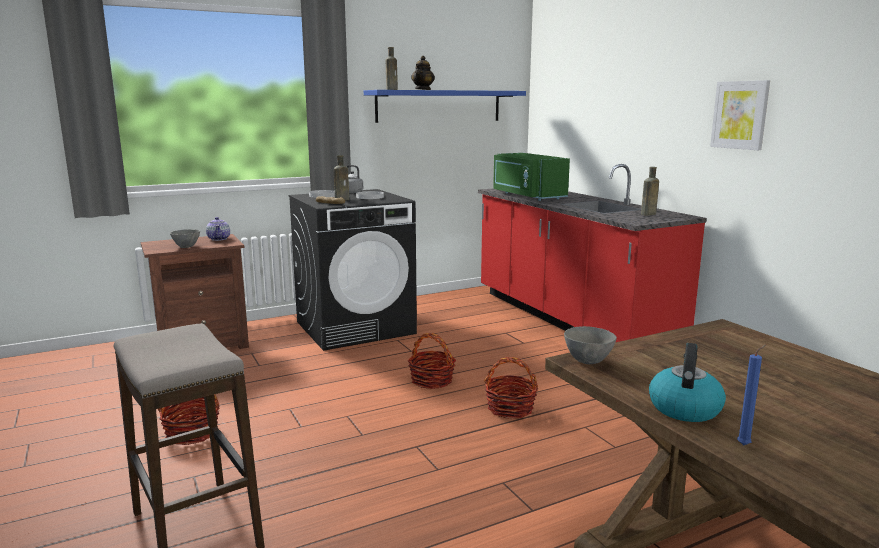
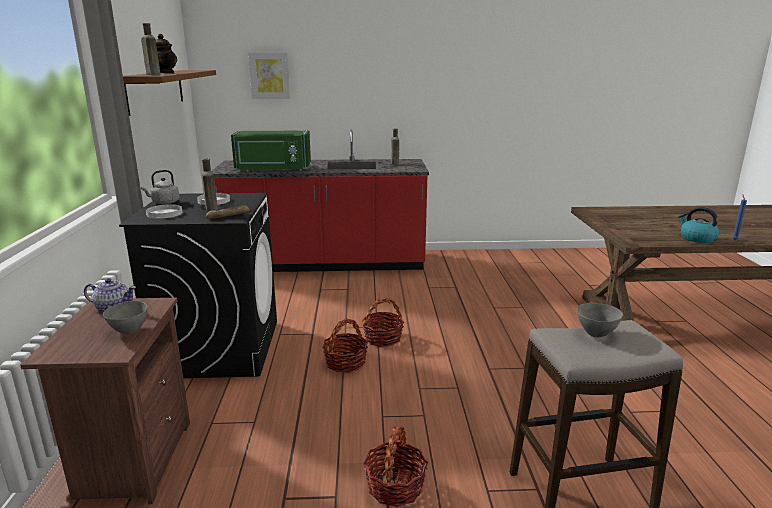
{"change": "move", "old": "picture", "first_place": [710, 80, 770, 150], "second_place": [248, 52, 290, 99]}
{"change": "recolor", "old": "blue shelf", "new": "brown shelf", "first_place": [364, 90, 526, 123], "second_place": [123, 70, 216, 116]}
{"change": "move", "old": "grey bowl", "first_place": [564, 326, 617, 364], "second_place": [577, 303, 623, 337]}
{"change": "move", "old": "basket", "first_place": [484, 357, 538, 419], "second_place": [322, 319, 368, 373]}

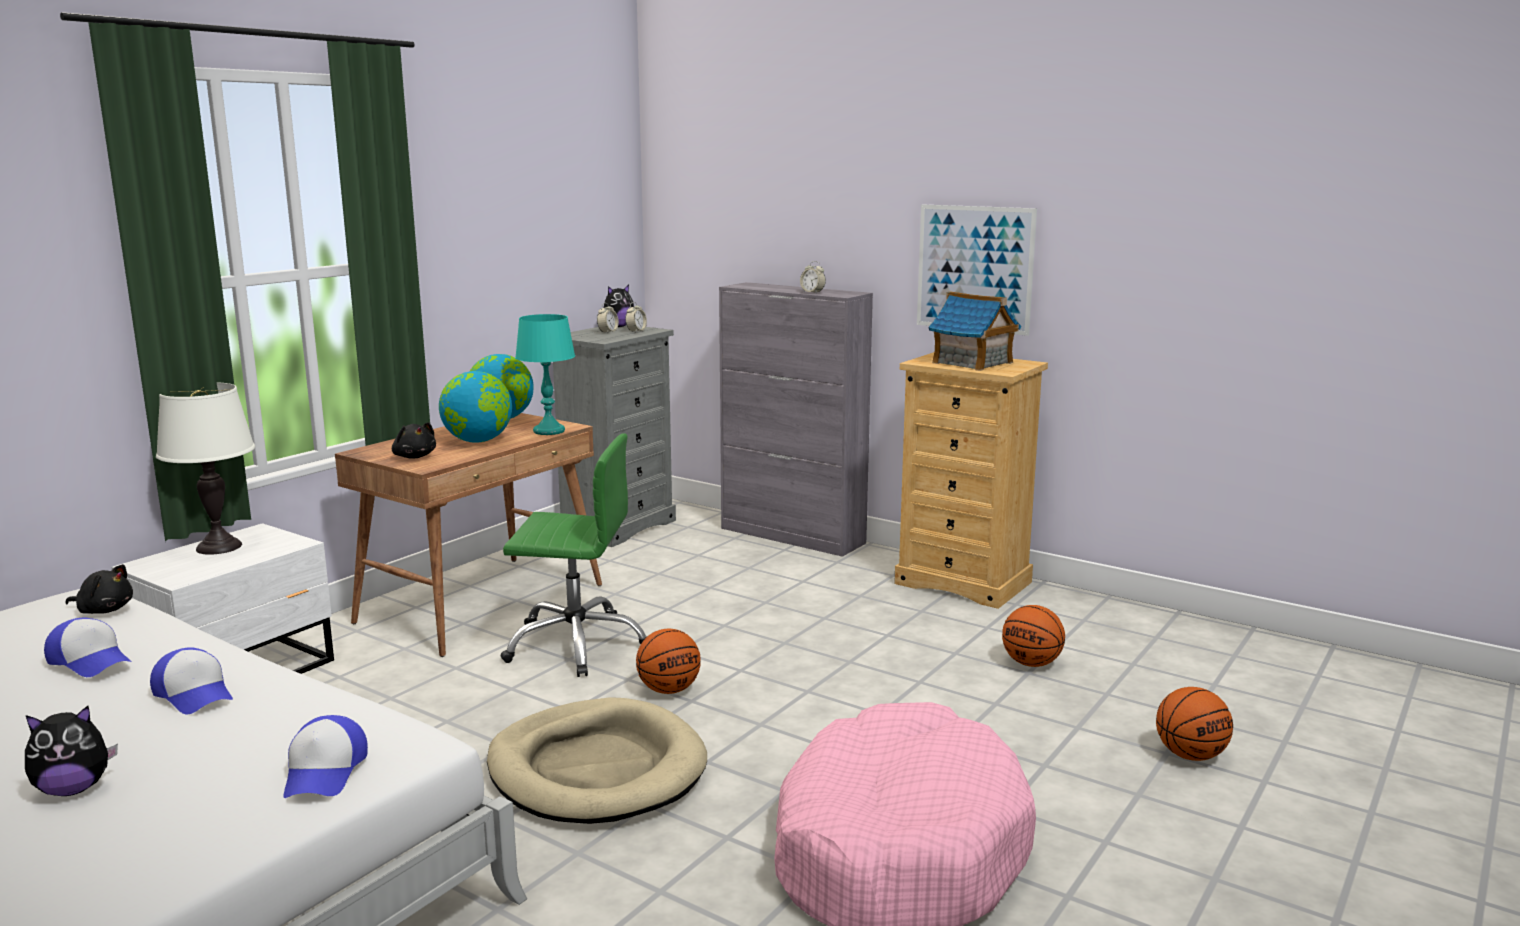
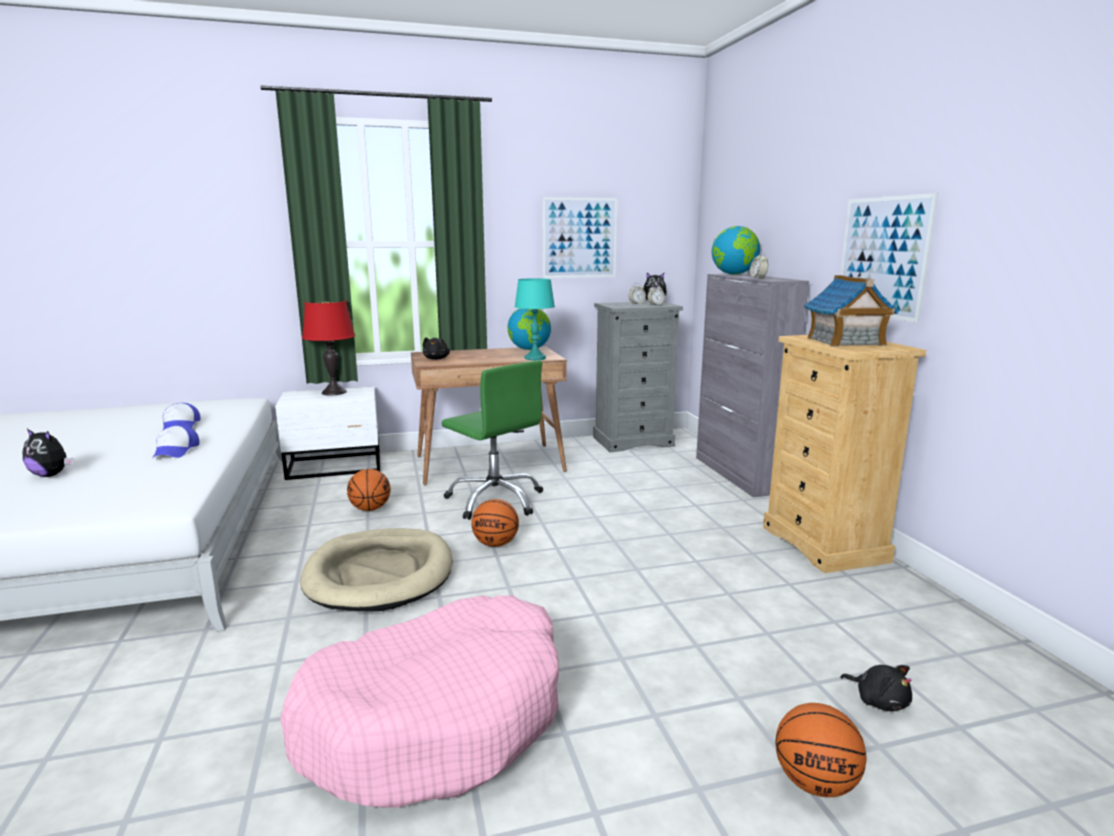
{"change": "move", "old": "globe", "first_place": [439, 371, 512, 443], "second_place": [712, 226, 760, 274]}
{"change": "recolor", "old": "white table lamp", "new": "red table lamp", "first_place": [156, 383, 255, 555], "second_place": [302, 300, 355, 395]}
{"change": "move", "old": "black plush toy", "first_place": [66, 564, 133, 614], "second_place": [840, 665, 912, 711]}
{"change": "move", "old": "basketball", "first_place": [1002, 605, 1065, 667], "second_place": [347, 469, 390, 511]}
{"change": "delete", "old": "cap", "first_place": [283, 715, 368, 798]}
{"change": "insert", "new": "picture", "second_place": [542, 197, 617, 278]}

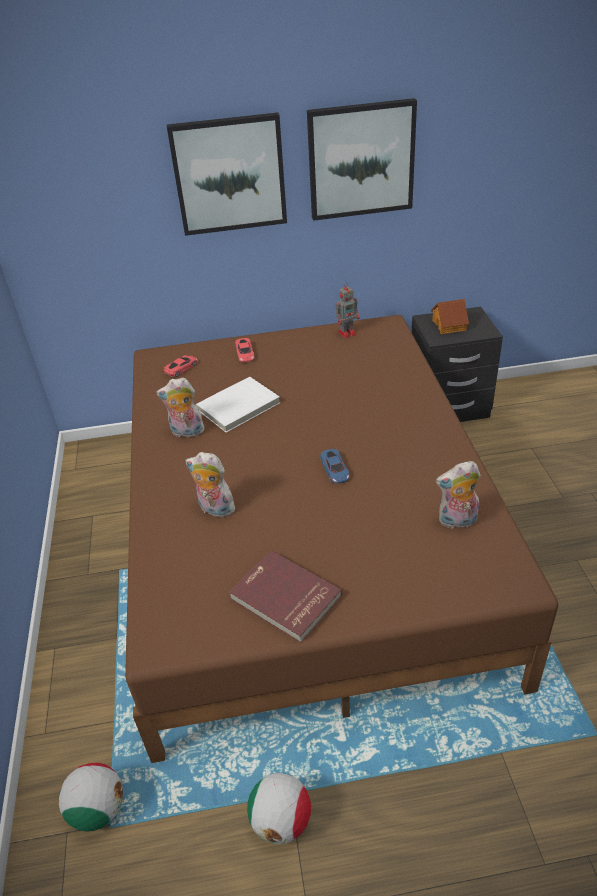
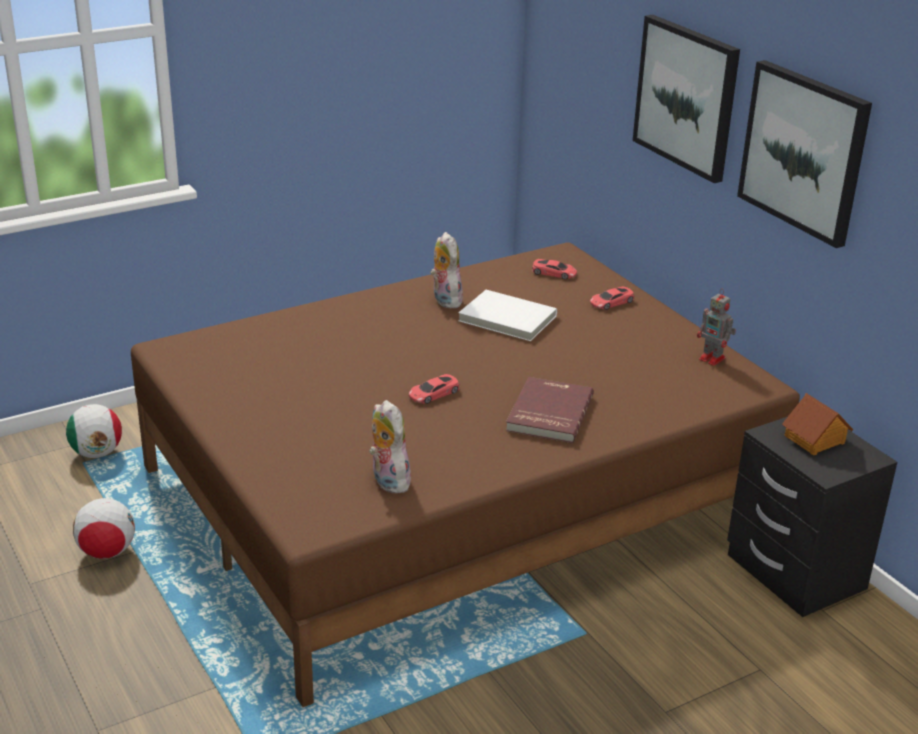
{"change": "recolor", "old": "blue toy car", "new": "red toy car", "first_place": [320, 449, 350, 484], "second_place": [409, 374, 459, 404]}
{"change": "delete", "old": "plush toy", "first_place": [185, 452, 238, 517]}
{"change": "move", "old": "red book", "first_place": [229, 550, 343, 643], "second_place": [506, 377, 594, 443]}

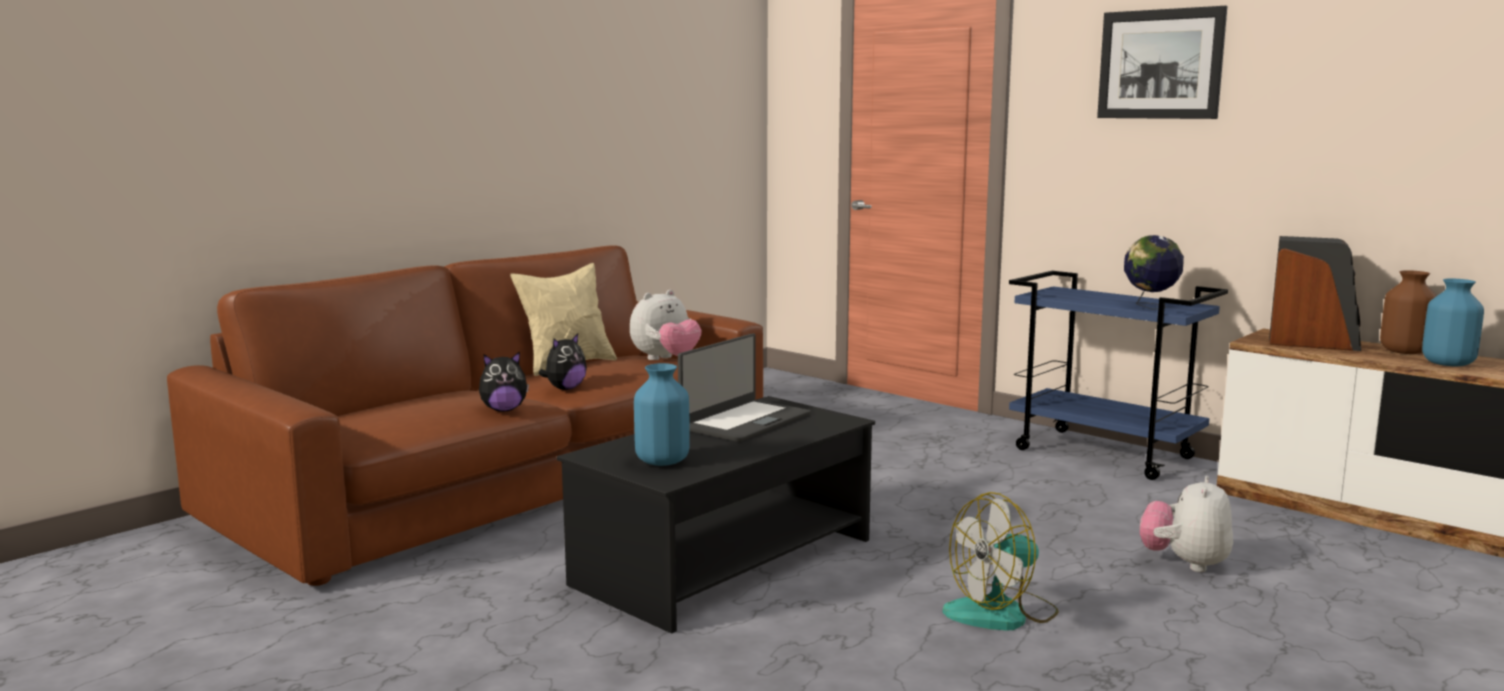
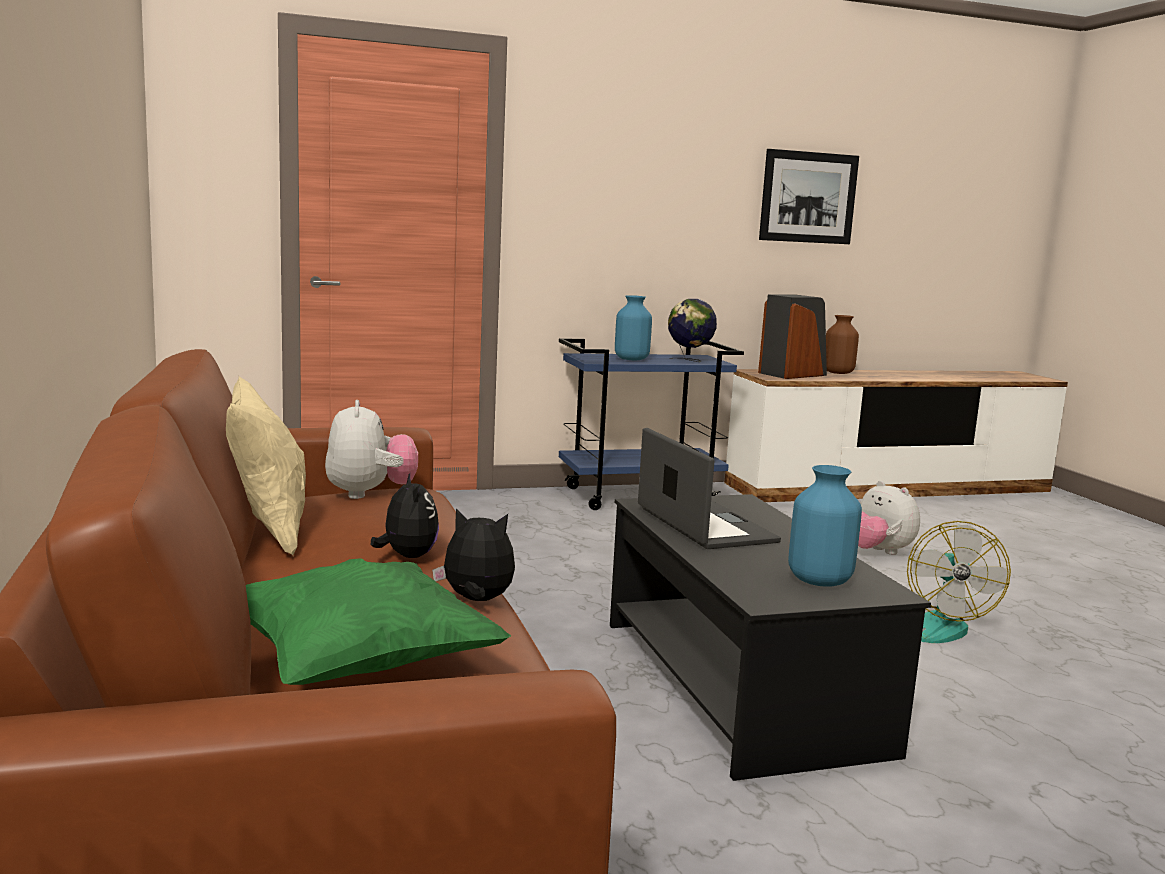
{"change": "move", "old": "picture", "first_place": [1097, 6, 1227, 119], "second_place": [759, 149, 859, 244]}
{"change": "move", "old": "blue vase", "first_place": [1422, 279, 1484, 366], "second_place": [615, 295, 652, 360]}
{"change": "rotate", "old": "plush toy", "first_place": [479, 351, 529, 412], "second_place": [432, 508, 515, 601], "degrees": -90}
{"change": "insert", "new": "green pillow", "second_place": [246, 558, 511, 685]}

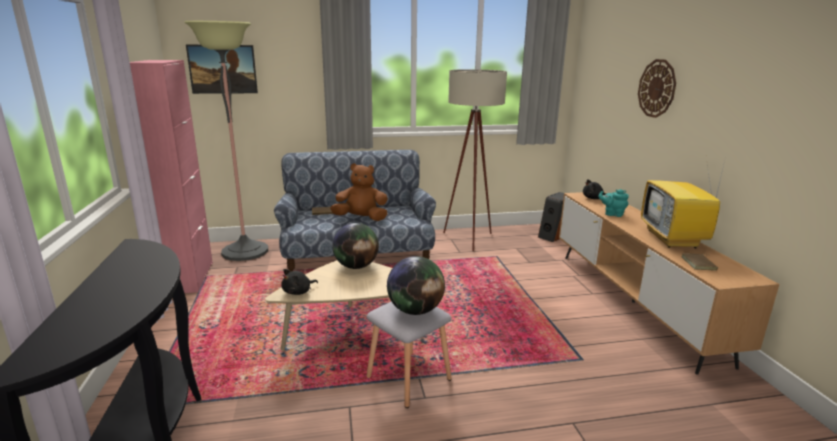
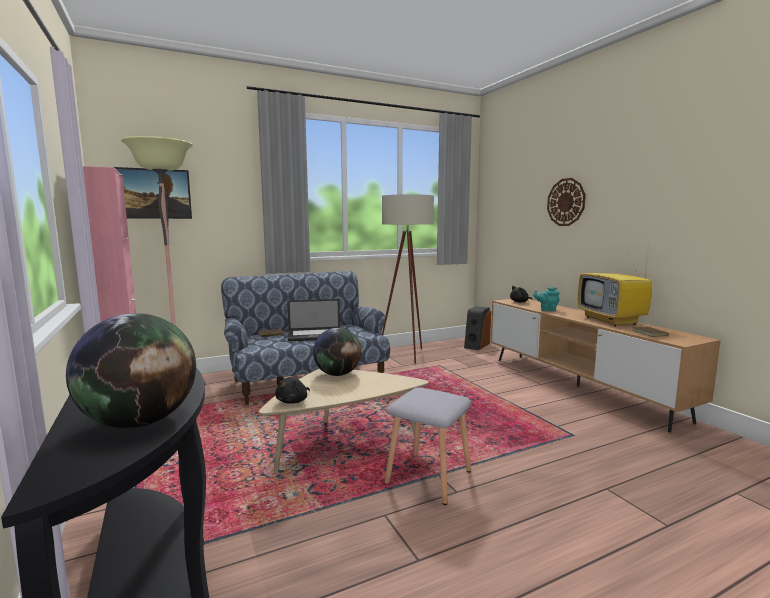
{"change": "replace", "old": "brown plush toy", "new": "laptop", "first_place": [330, 163, 388, 221], "second_place": [287, 299, 340, 341]}
{"change": "move", "old": "globe", "first_place": [387, 256, 445, 315], "second_place": [66, 313, 196, 428]}

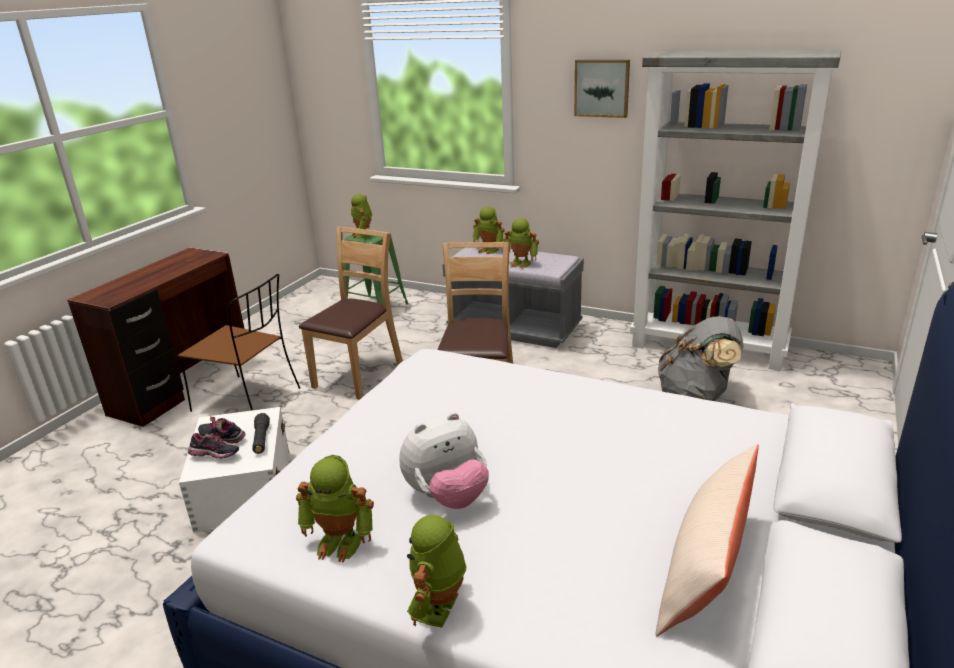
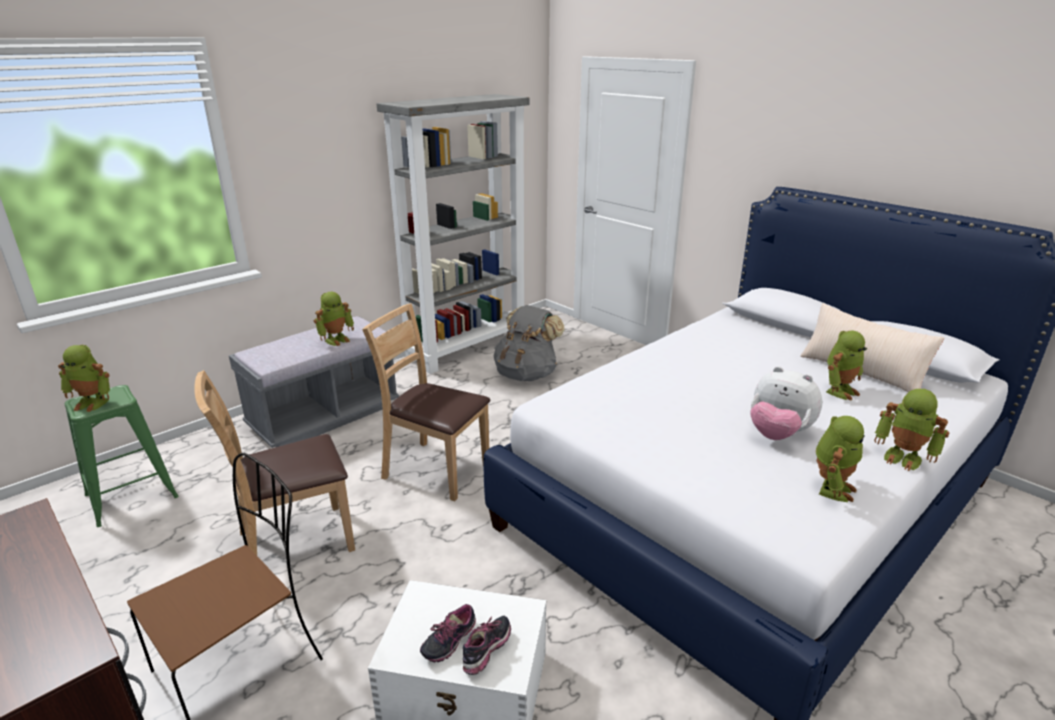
{"change": "delete", "old": "picture", "first_place": [574, 60, 630, 118]}
{"change": "move", "old": "toy robot", "first_place": [472, 207, 505, 254], "second_place": [826, 331, 867, 400]}
{"change": "rotate", "old": "brown chair", "first_place": [299, 227, 403, 400], "second_place": [194, 370, 355, 555], "degrees": -75}
{"change": "rotate", "old": "plush toy", "first_place": [399, 412, 489, 509], "second_place": [750, 366, 822, 440], "degrees": 135}
{"change": "delete", "old": "black flashlight", "first_place": [252, 413, 270, 454]}

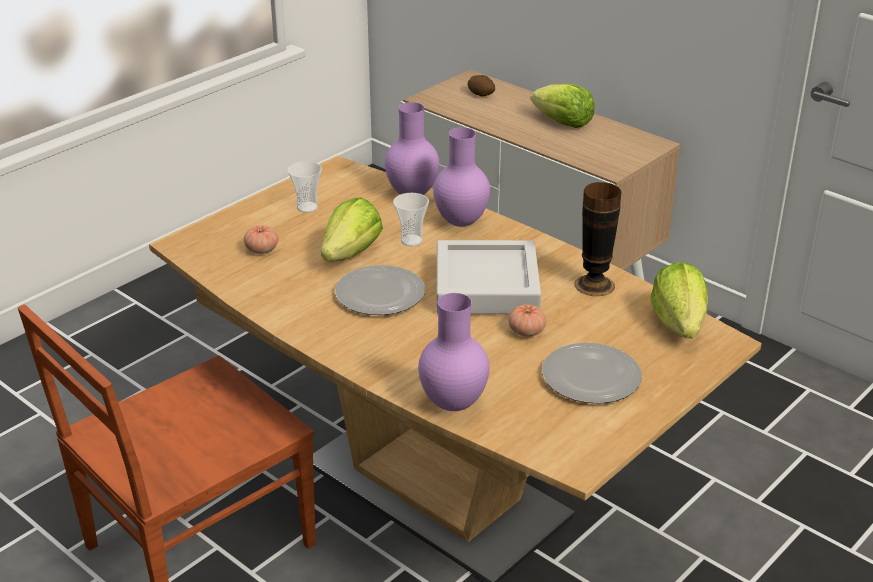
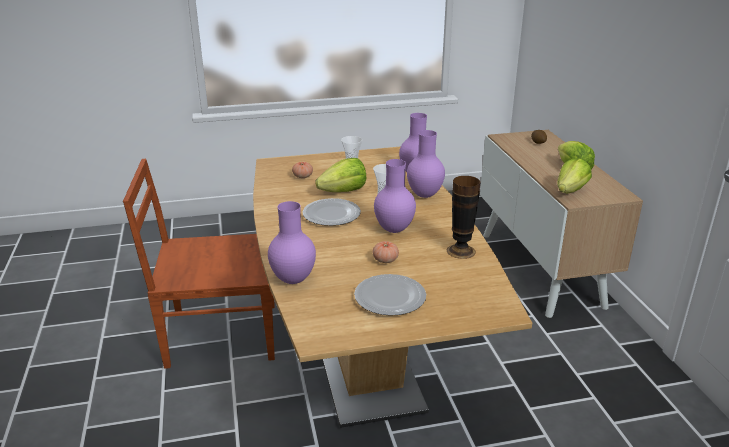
{"change": "replace", "old": "grey tray", "new": "purple vase", "first_place": [437, 240, 541, 314], "second_place": [374, 159, 416, 233]}
{"change": "move", "old": "lettuce", "first_place": [650, 262, 708, 338], "second_place": [557, 158, 592, 193]}

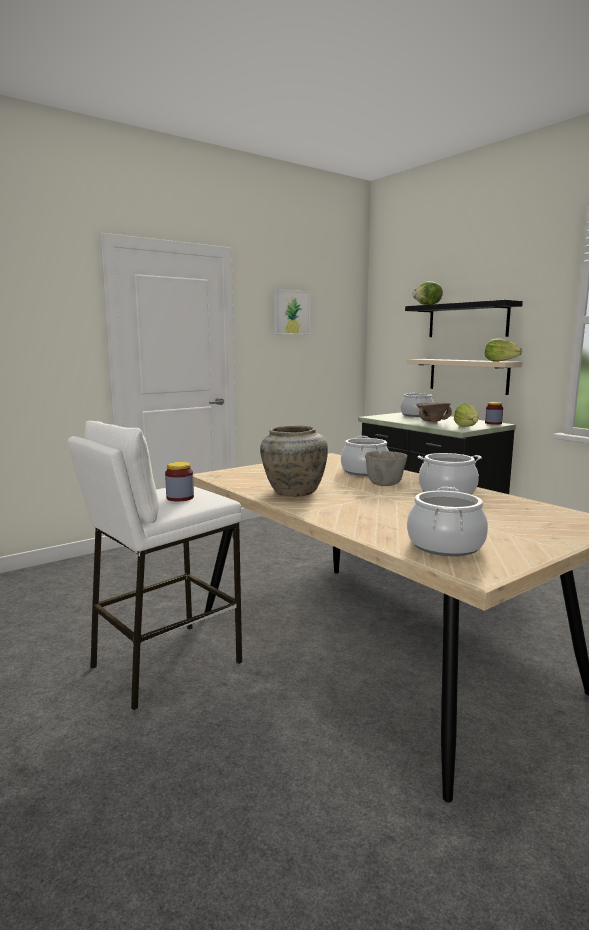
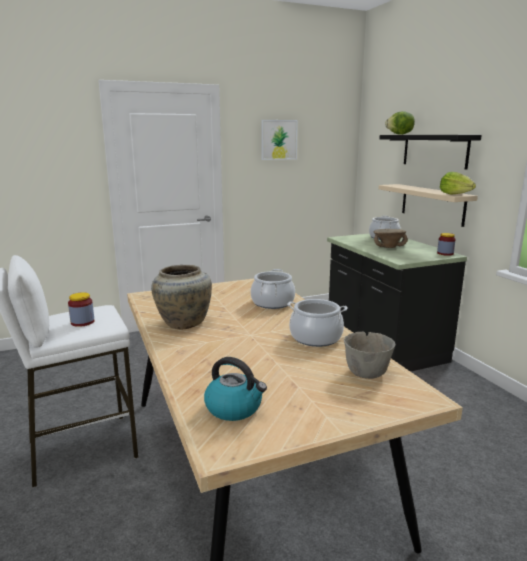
{"change": "delete", "old": "lettuce", "first_place": [454, 404, 479, 427]}
{"change": "move", "old": "grey bowl", "first_place": [365, 451, 408, 486], "second_place": [344, 332, 396, 379]}
{"change": "replace", "old": "cooking pot", "new": "kettle", "first_place": [407, 487, 488, 556], "second_place": [204, 357, 267, 421]}

